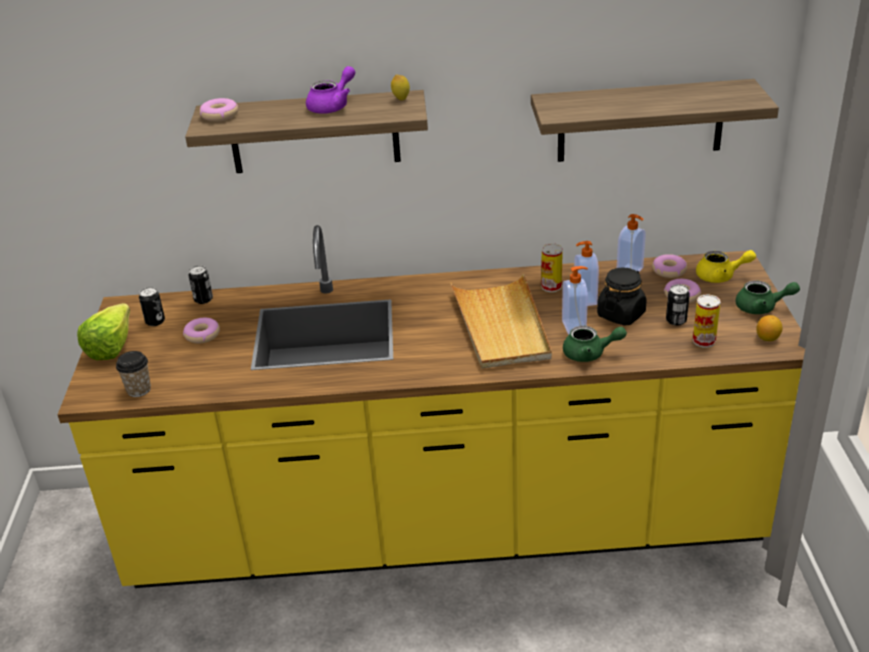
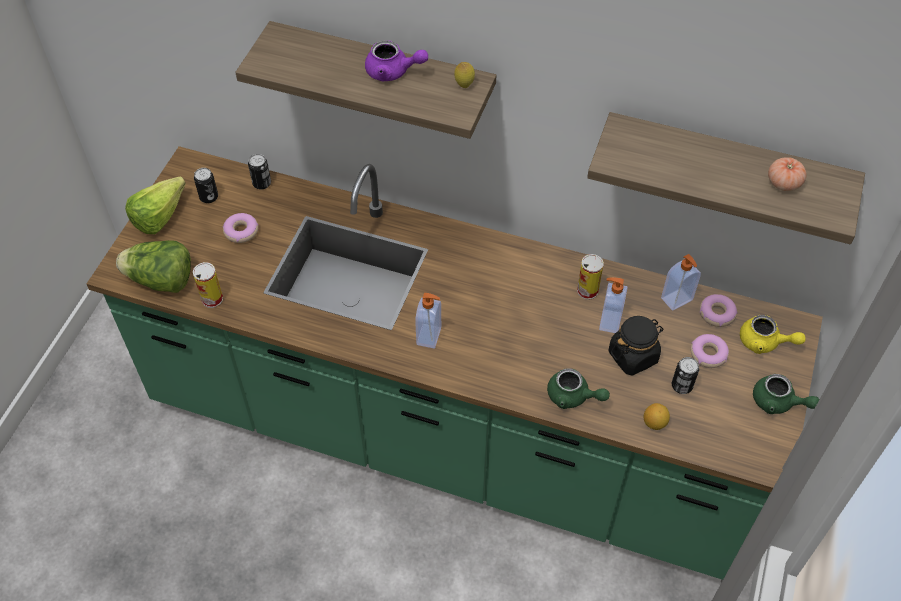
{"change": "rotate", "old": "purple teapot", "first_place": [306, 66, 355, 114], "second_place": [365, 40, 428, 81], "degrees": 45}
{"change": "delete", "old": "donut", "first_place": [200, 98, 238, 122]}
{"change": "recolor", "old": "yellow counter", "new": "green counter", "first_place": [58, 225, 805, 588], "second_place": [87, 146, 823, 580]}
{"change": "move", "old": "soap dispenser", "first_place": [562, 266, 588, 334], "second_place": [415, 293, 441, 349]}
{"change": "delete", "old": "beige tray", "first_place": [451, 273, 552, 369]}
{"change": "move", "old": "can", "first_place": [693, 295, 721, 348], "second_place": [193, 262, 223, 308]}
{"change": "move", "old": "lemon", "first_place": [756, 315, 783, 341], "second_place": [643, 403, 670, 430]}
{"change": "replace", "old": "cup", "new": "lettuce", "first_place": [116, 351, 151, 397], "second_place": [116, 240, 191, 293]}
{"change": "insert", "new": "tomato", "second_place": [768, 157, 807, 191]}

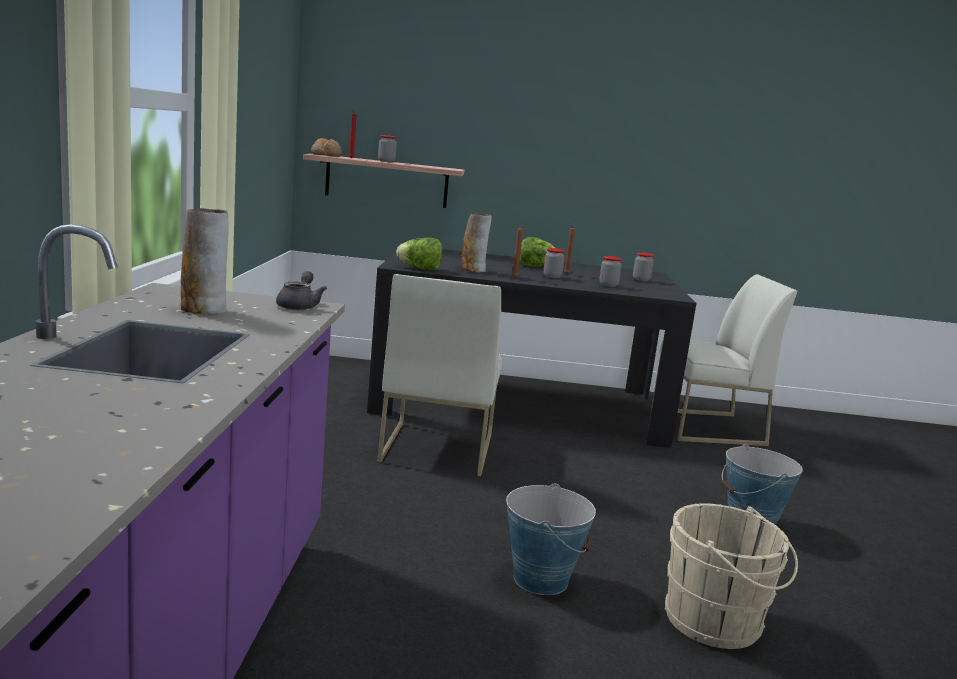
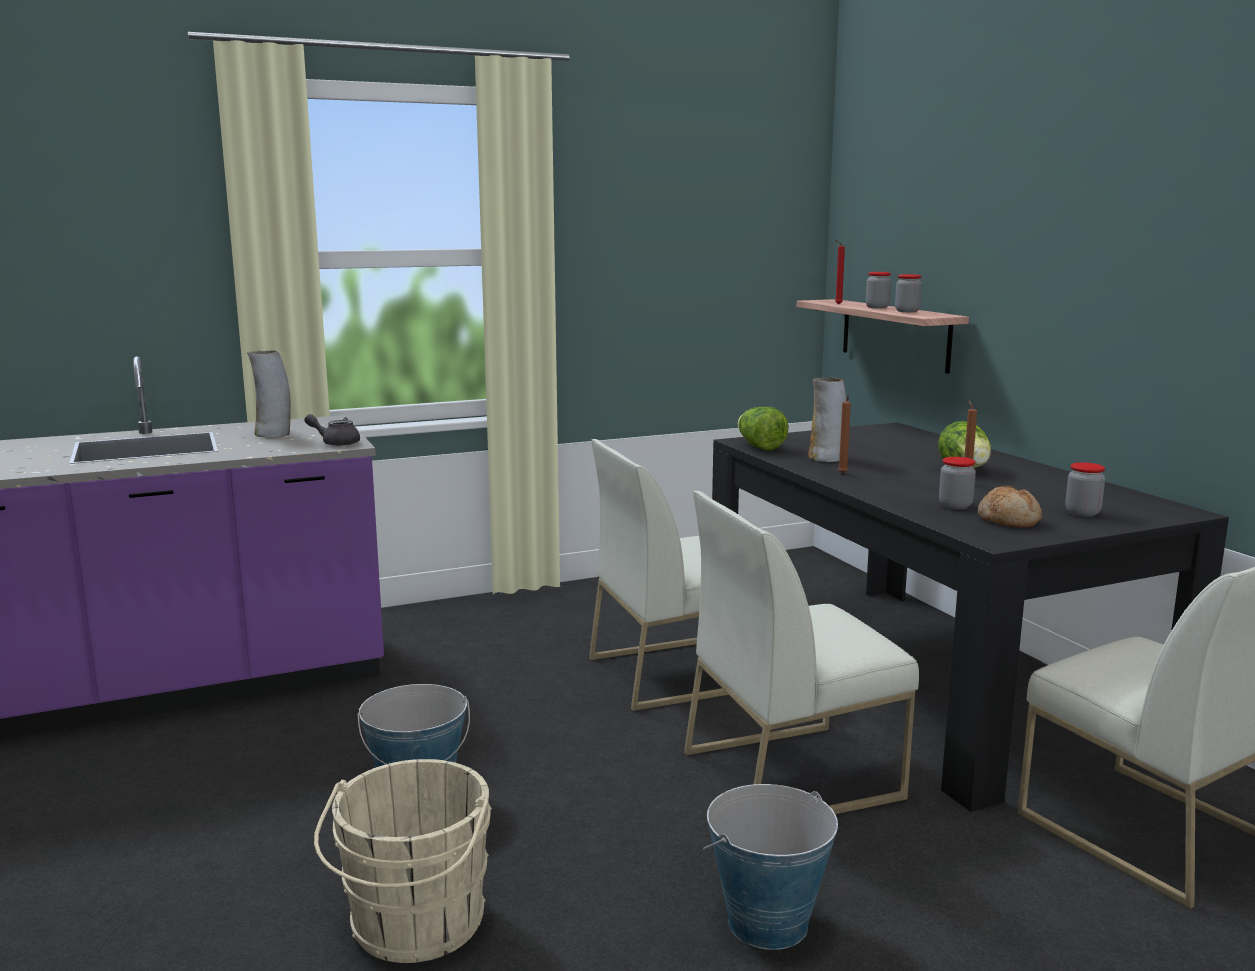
{"change": "move", "old": "bread", "first_place": [311, 138, 342, 157], "second_place": [978, 485, 1042, 527]}
{"change": "move", "old": "jar", "first_place": [543, 248, 565, 278], "second_place": [895, 274, 922, 312]}
{"change": "rotate", "old": "grey teapot", "first_place": [276, 271, 327, 310], "second_place": [304, 414, 360, 446], "degrees": -150}
{"change": "insert", "new": "white chair", "second_place": [684, 491, 919, 814]}

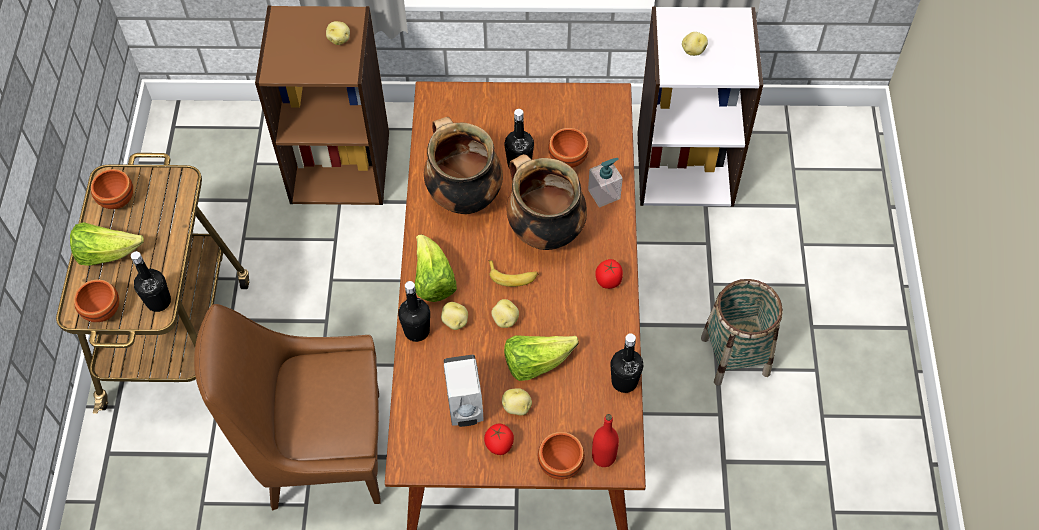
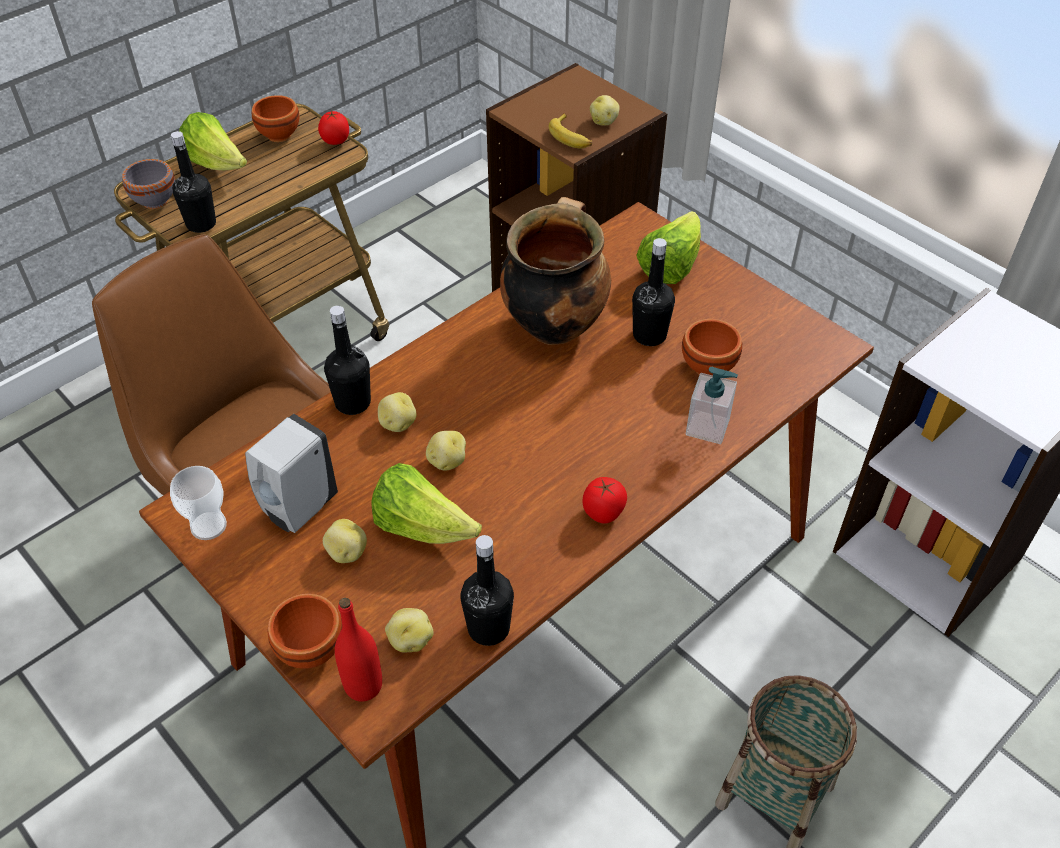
{"change": "move", "old": "potato", "first_place": [682, 32, 708, 56], "second_place": [385, 608, 434, 653]}
{"change": "delete", "old": "cooking pot", "first_place": [506, 154, 587, 250]}
{"change": "move", "old": "lettuce", "first_place": [415, 234, 457, 302], "second_place": [636, 211, 701, 284]}
{"change": "move", "old": "banana", "first_place": [488, 260, 538, 287], "second_place": [549, 113, 592, 148]}
{"change": "recolor", "old": "brown bowl", "new": "grey bowl", "first_place": [74, 280, 119, 322], "second_place": [122, 159, 175, 209]}
{"change": "move", "old": "tomato", "first_place": [484, 424, 514, 455], "second_place": [318, 110, 349, 145]}
{"change": "insert", "new": "cup", "second_place": [170, 466, 227, 540]}

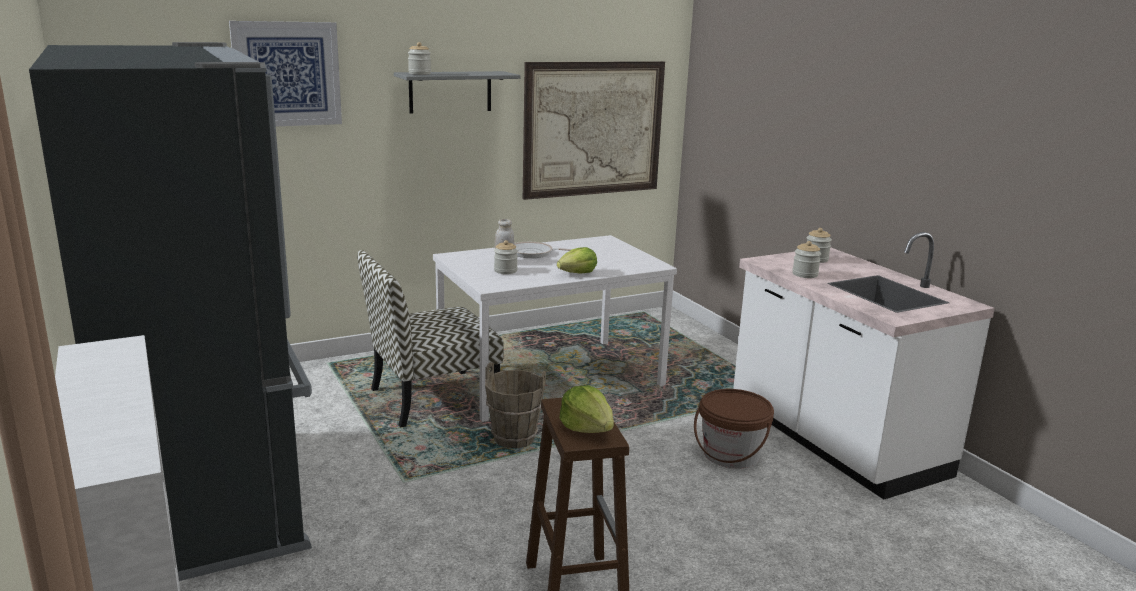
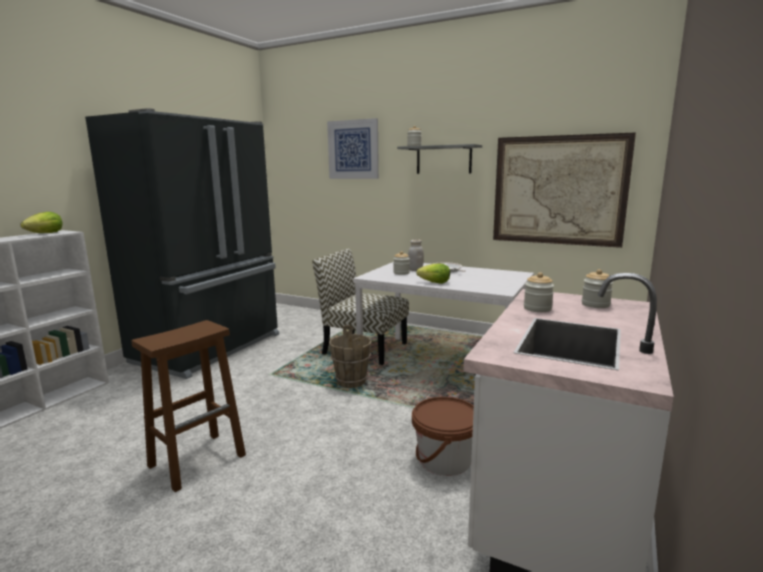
{"change": "move", "old": "lettuce", "first_place": [560, 385, 614, 433], "second_place": [20, 212, 63, 233]}

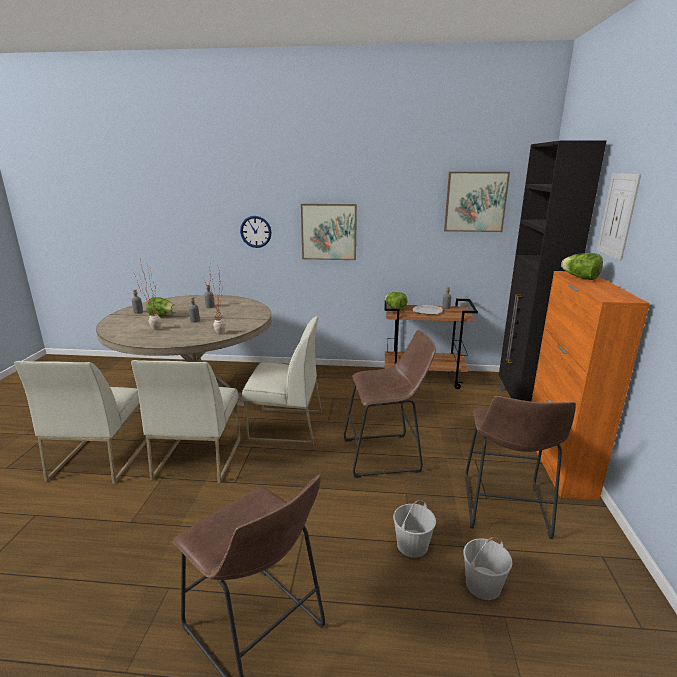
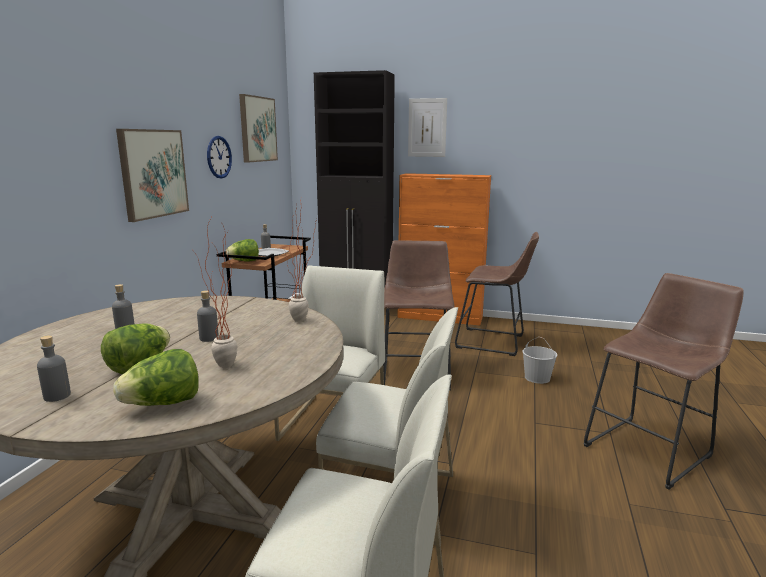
{"change": "move", "old": "wall clock", "first_place": [240, 216, 271, 248], "second_place": [207, 136, 232, 179]}
{"change": "move", "old": "lettuce", "first_place": [561, 253, 603, 280], "second_place": [114, 349, 199, 406]}
{"change": "delete", "old": "white bucket", "first_place": [463, 537, 512, 600]}

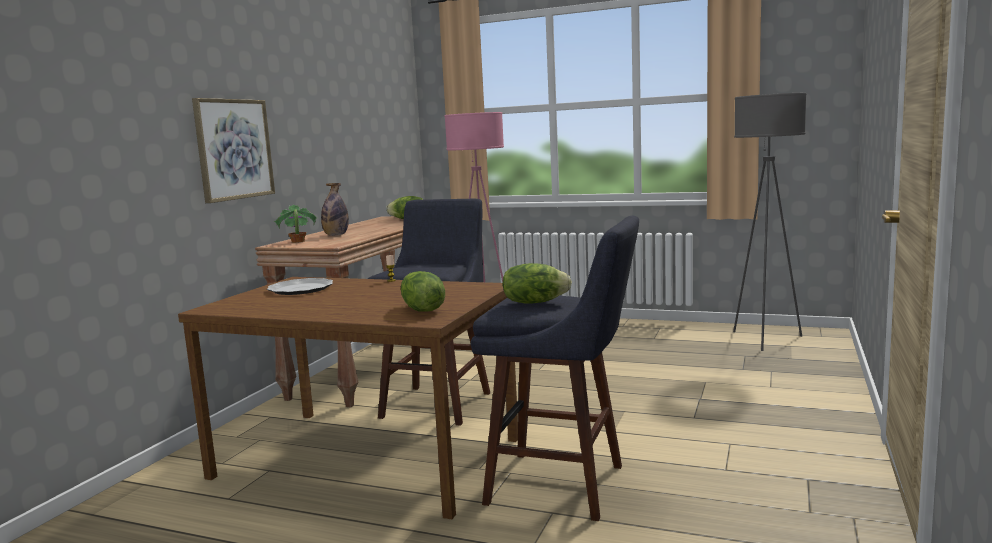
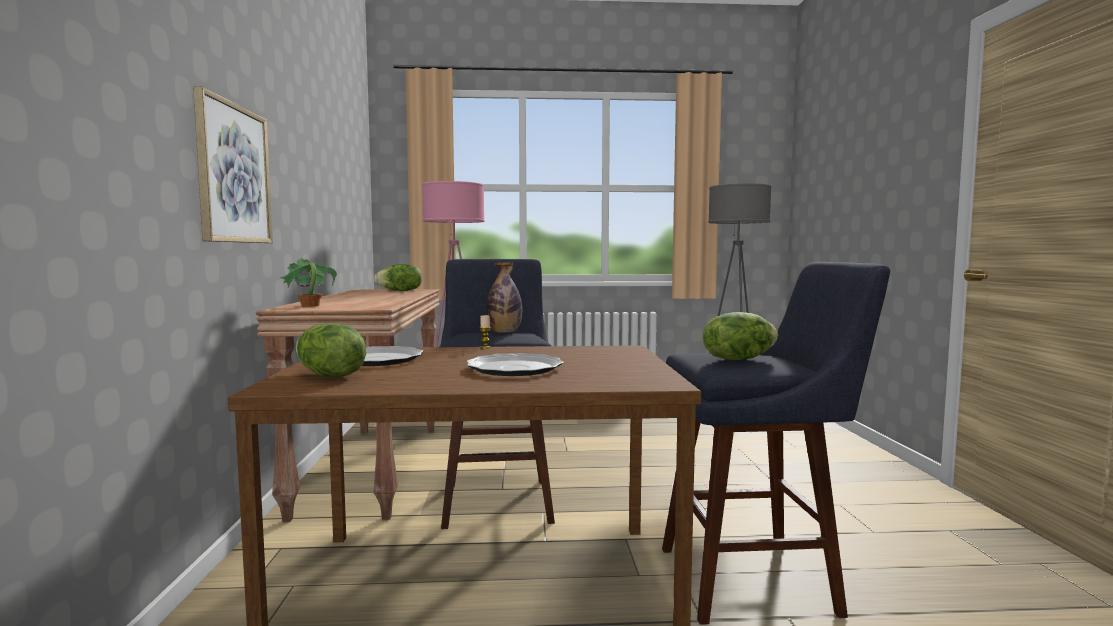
{"change": "move", "old": "bottle", "first_place": [321, 183, 349, 236], "second_place": [486, 262, 522, 333]}
{"change": "move", "old": "lettuce", "first_place": [401, 271, 445, 312], "second_place": [296, 323, 366, 377]}
{"change": "insert", "new": "plate", "second_place": [467, 353, 564, 376]}

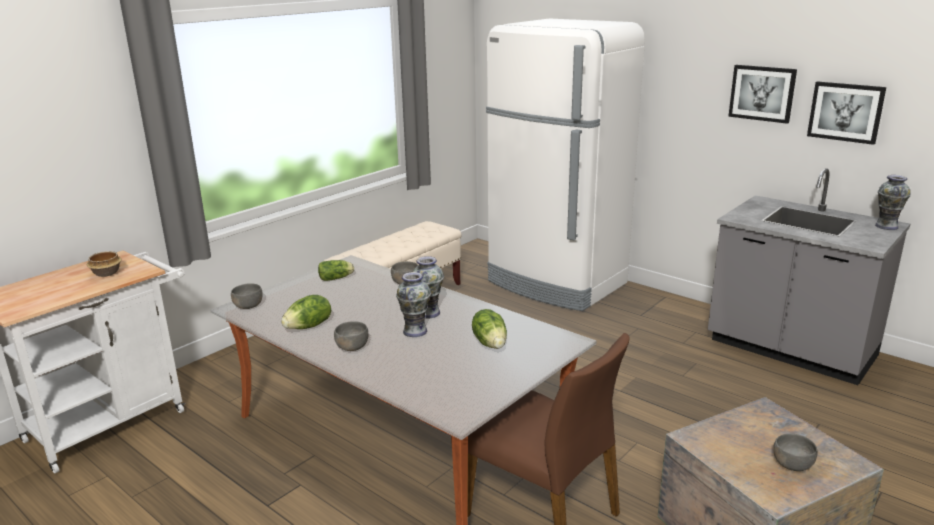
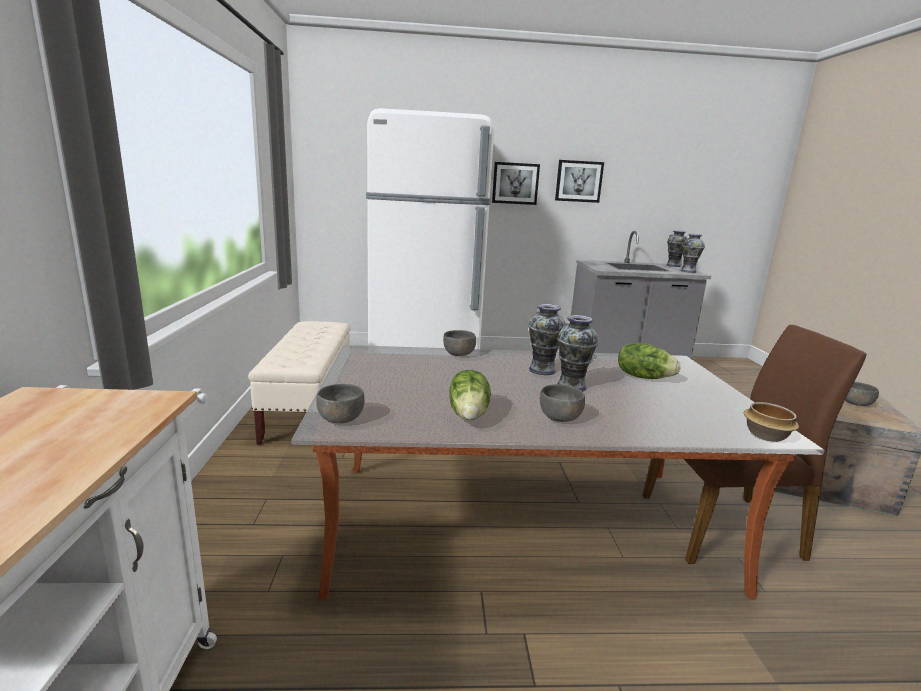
{"change": "move", "old": "picture", "first_place": [807, 81, 886, 145], "second_place": [492, 162, 540, 205]}
{"change": "move", "old": "bowl", "first_place": [87, 251, 122, 277], "second_place": [744, 402, 799, 442]}
{"change": "delete", "old": "lettuce", "first_place": [318, 260, 354, 281]}
{"change": "insert", "new": "vase", "second_place": [681, 234, 705, 273]}

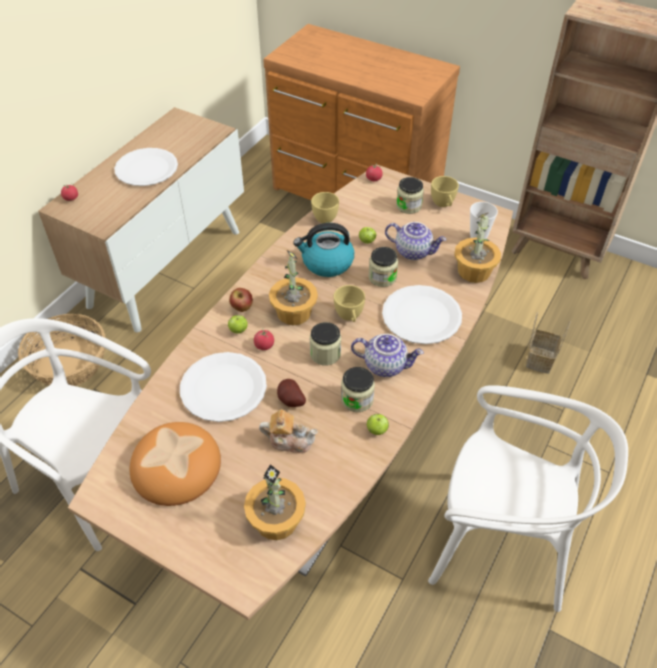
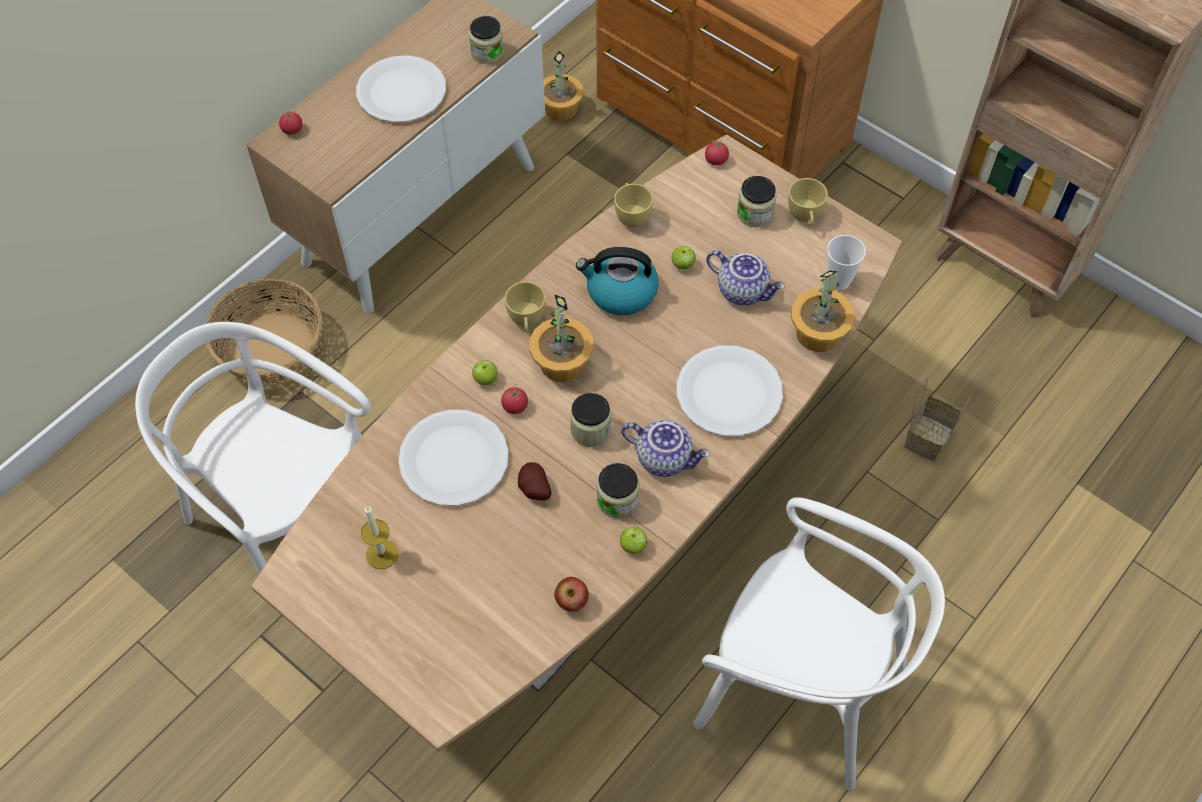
{"change": "move", "old": "jar", "first_place": [368, 247, 398, 287], "second_place": [469, 16, 504, 64]}
{"change": "move", "old": "yellow cup", "first_place": [334, 285, 365, 322], "second_place": [505, 281, 546, 332]}
{"change": "move", "old": "apple", "first_place": [229, 288, 253, 312], "second_place": [554, 577, 589, 612]}
{"change": "delete", "old": "teapot", "first_place": [259, 409, 318, 453]}
{"change": "replace", "old": "bread", "new": "candle", "first_place": [130, 422, 221, 506], "second_place": [361, 506, 399, 569]}
{"change": "move", "old": "potted plant", "first_place": [244, 464, 306, 540], "second_place": [544, 51, 583, 121]}

